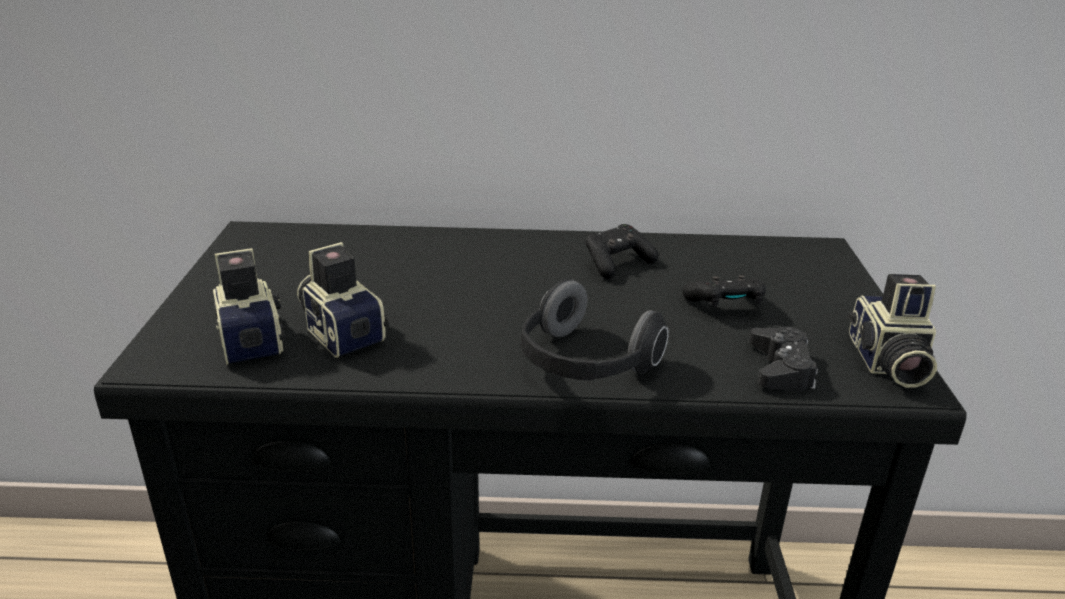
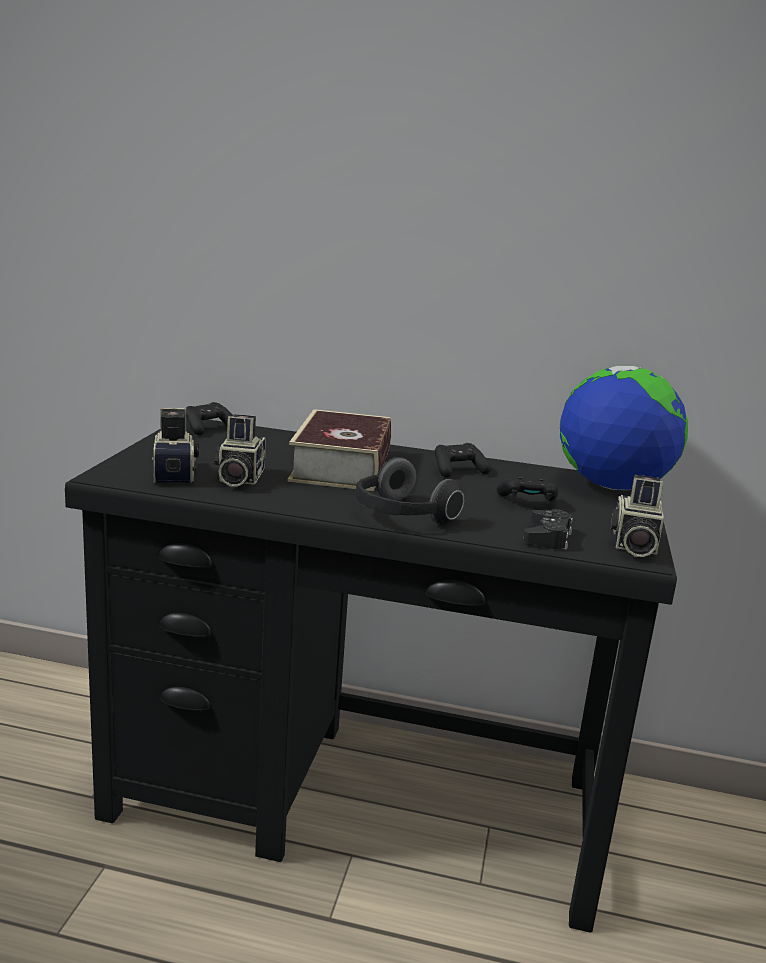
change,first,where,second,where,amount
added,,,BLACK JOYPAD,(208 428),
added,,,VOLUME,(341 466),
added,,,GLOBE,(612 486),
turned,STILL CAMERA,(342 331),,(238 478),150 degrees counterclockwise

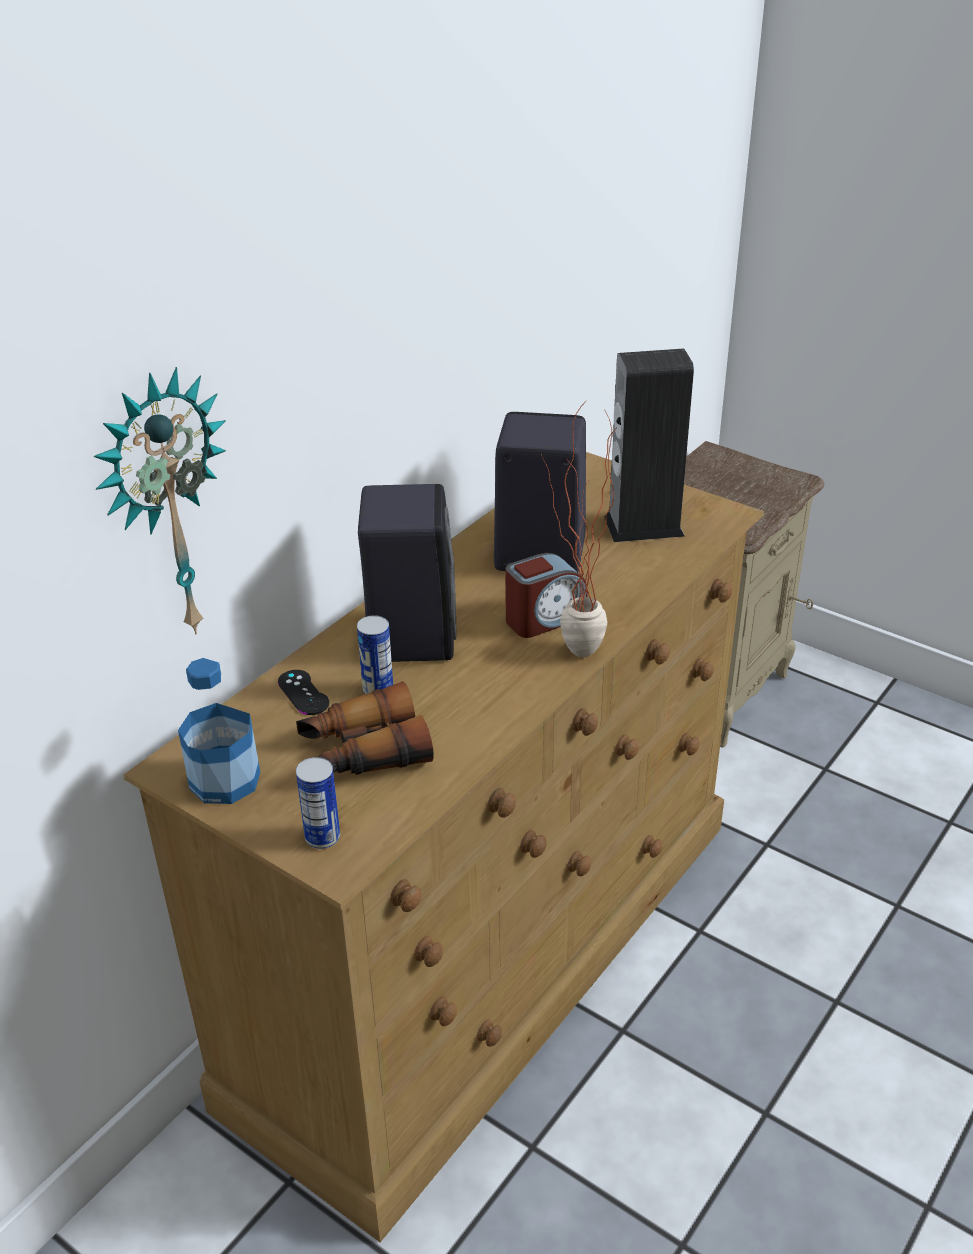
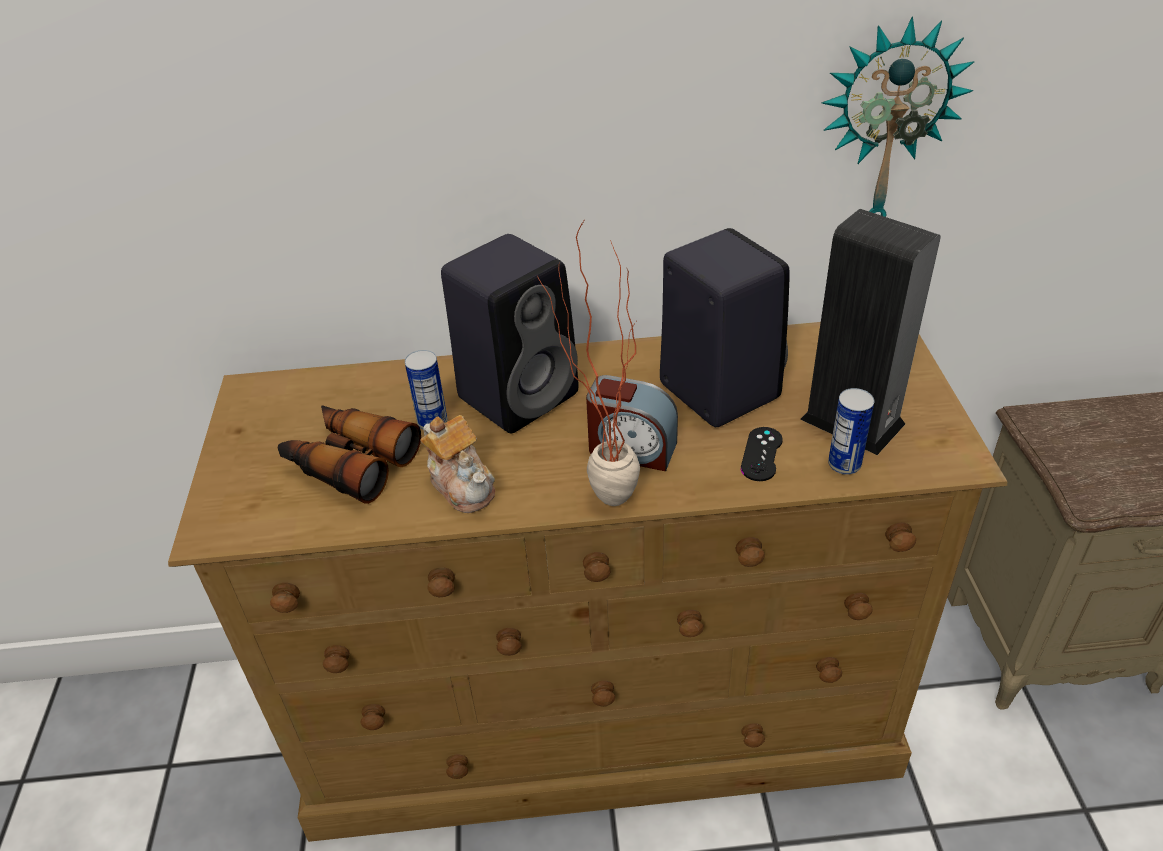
change,first,where,second,where,amount
removed,BOTTLE,(225 780),,,
added,,,TEAPOT,(462 484),
moved,CLOCK ON THE WALL,(165 508),,(883 149),
moved,BLACK JOYPAD,(303 693),,(761 454),
moved,METAL CAN,(322 837),,(844 464),

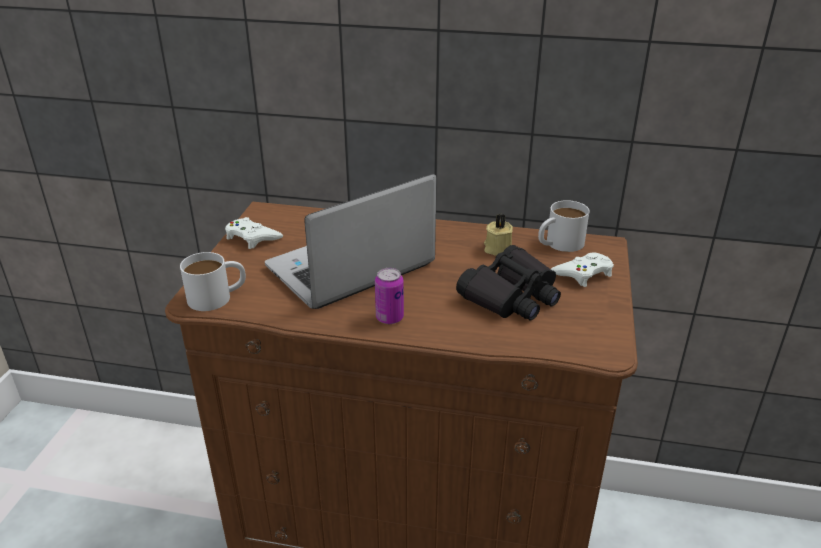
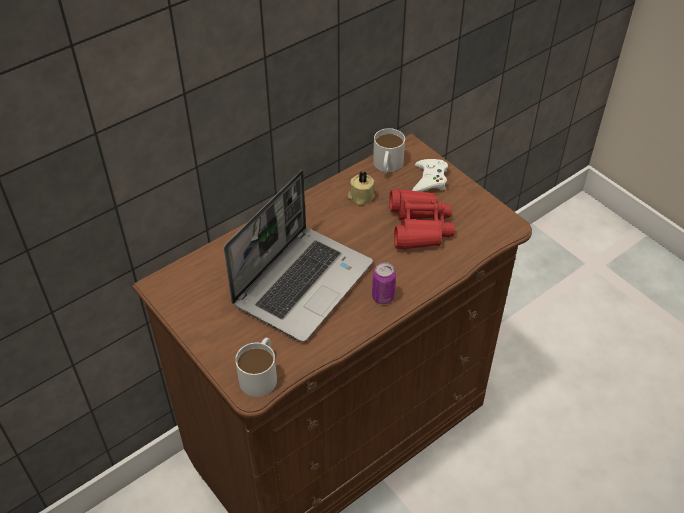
change,first,where,second,where,amount
removed,WHITE-COLOURED JOYPAD,(252 237),,,
recoloured,BLACK PAIR OF BINOCULARS,(511 296),RED PAIR OF BINOCULARS,(419 227),
turned,PORTABLE COMPUTER,(349 268),,(303 282),150 degrees counterclockwise

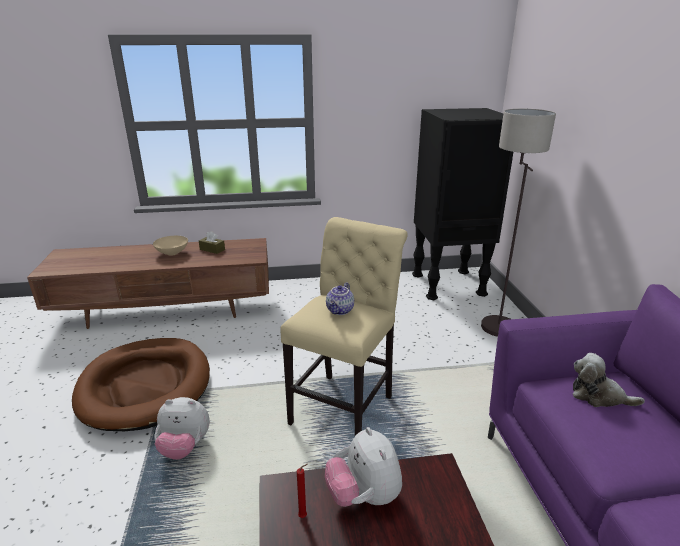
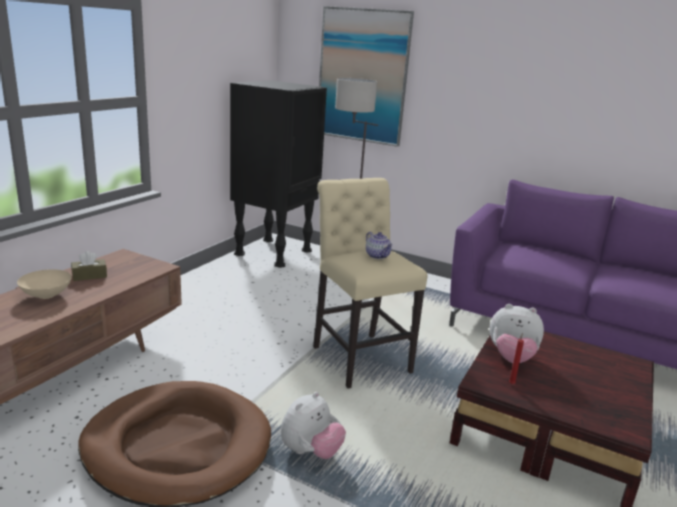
change,first,where,second,where,amount
removed,PLUSH TOY,(598 396),,,
added,,,PICTURE,(362 76),

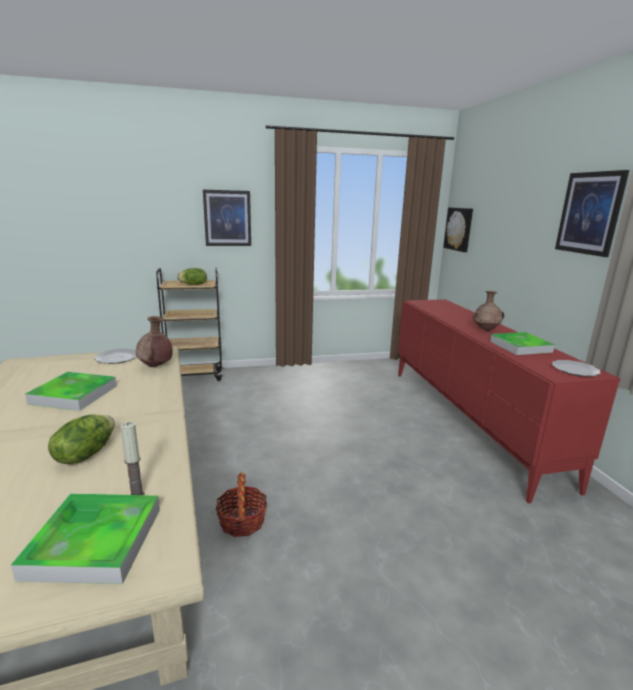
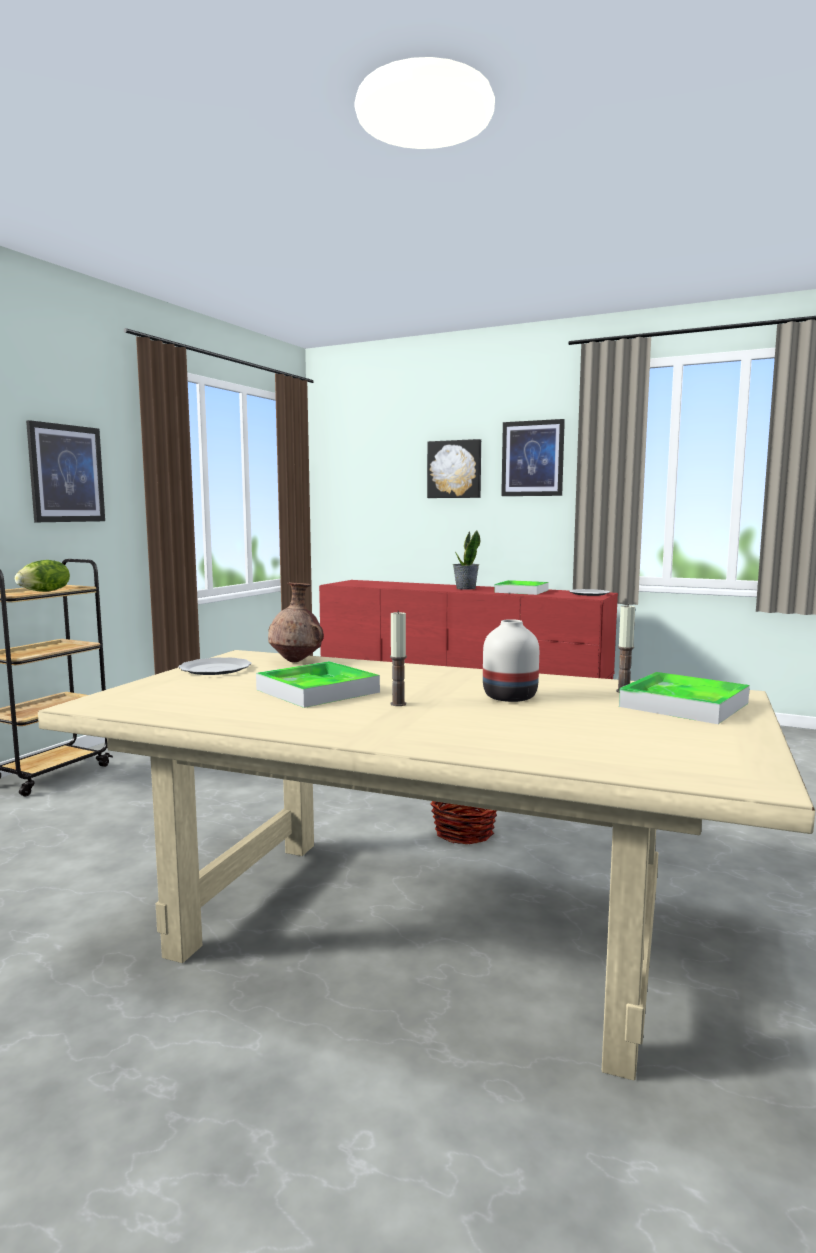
change,first,where,second,where,amount
added,,,WAX LIGHT,(398 704),
moved,PICTURE,(459 229),,(455 469),
replaced,LETTUCE,(85 454),WHITE-COLOURED VASE,(509 697),
replaced,BROWN VASE,(486 330),PLANT IN A POT,(465 588),

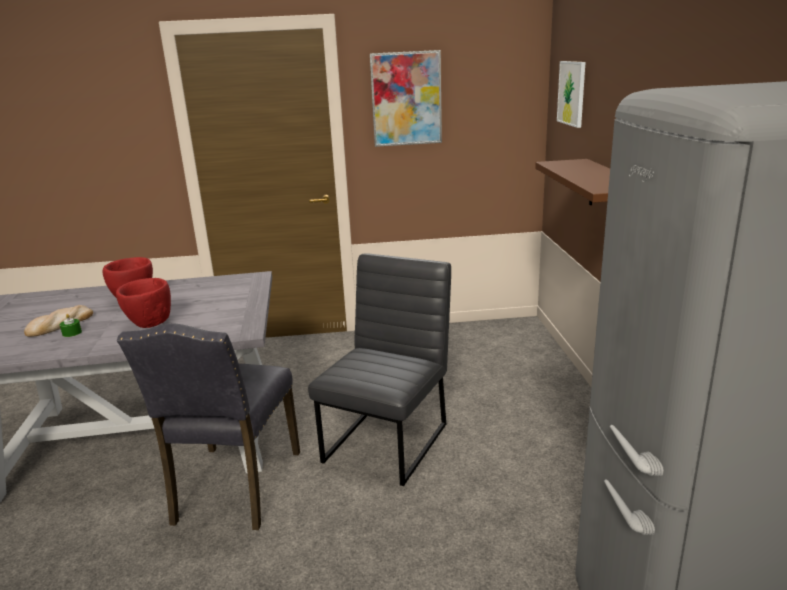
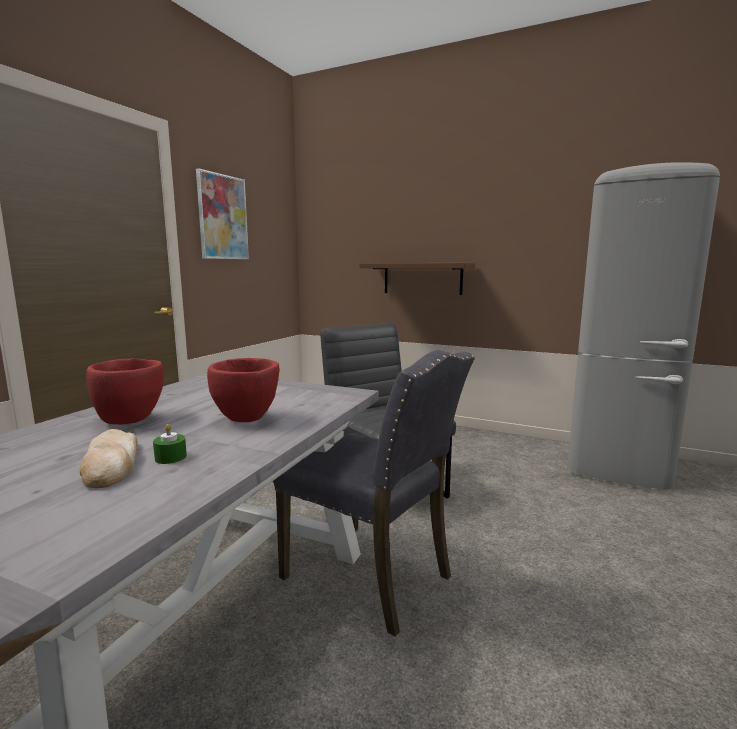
change,first,where,second,where,amount
removed,PICTURE,(572 93),,,

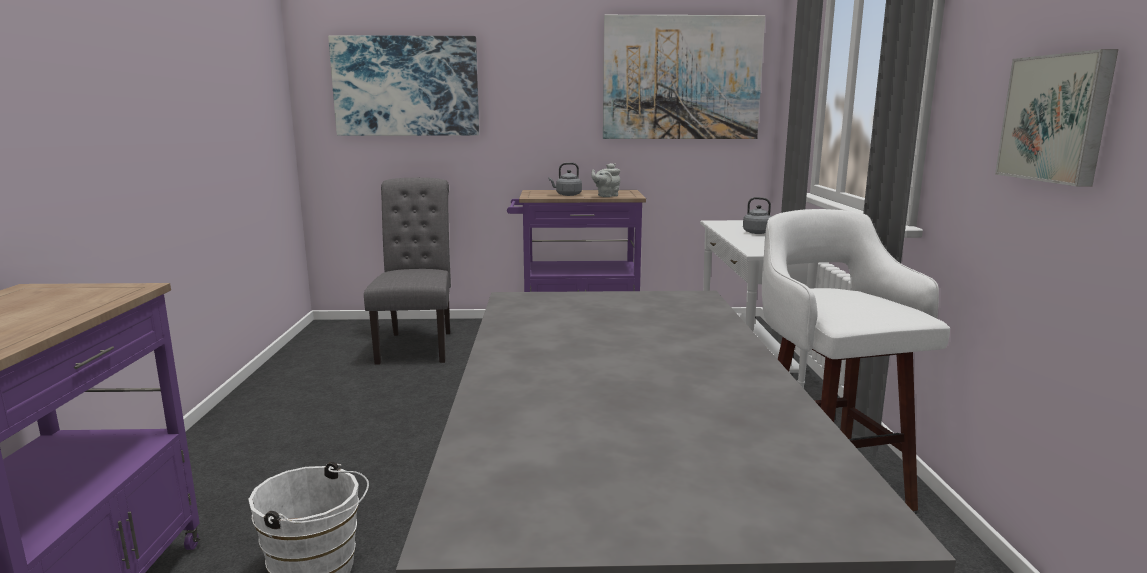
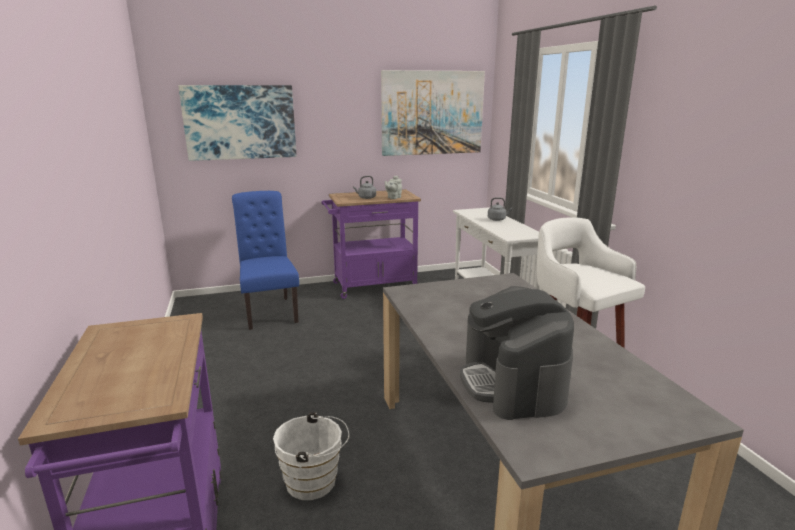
change,first,where,second,where,amount
removed,PICTURE,(1057 118),,,
added,,,COFFEE MAKER,(512 383),
recoloured,GREY CHAIR,(417 345),BLUISH CHAIR,(269 310),

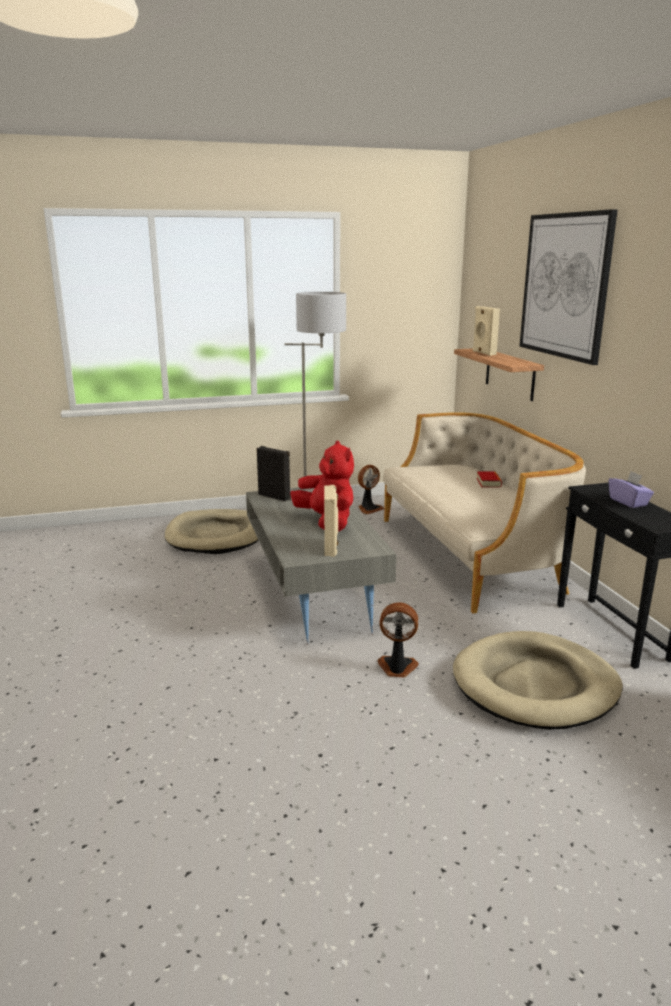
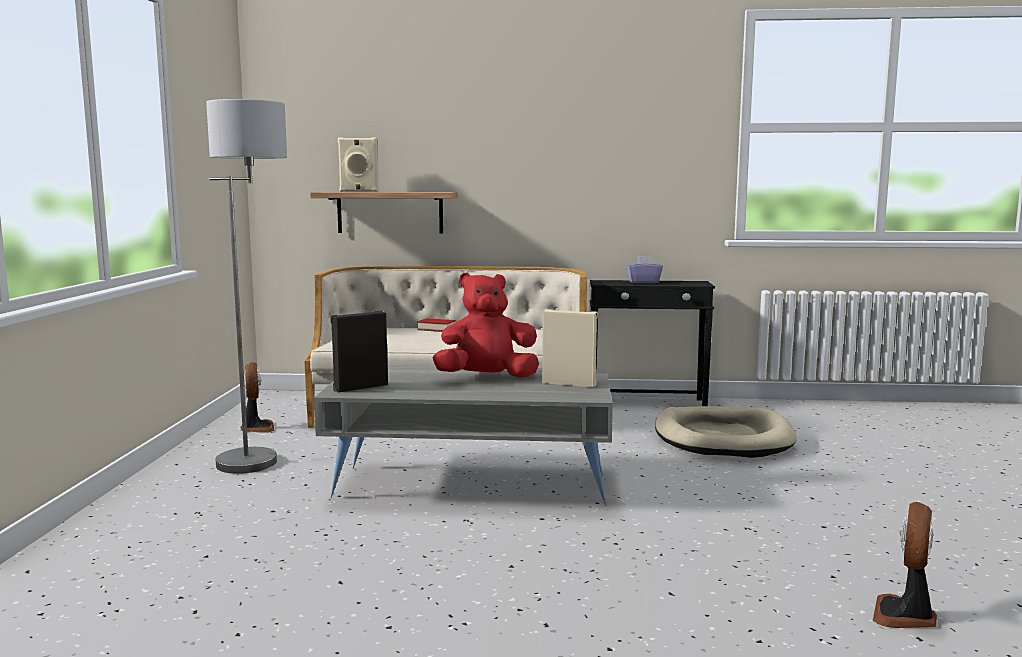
change,first,where,second,where,amount
removed,BEIGE-COLOURED PET BED,(216 536),,,
removed,PICTURE,(565 286),,,
moved,ELECTRIC FAN,(397 668),,(905 616),

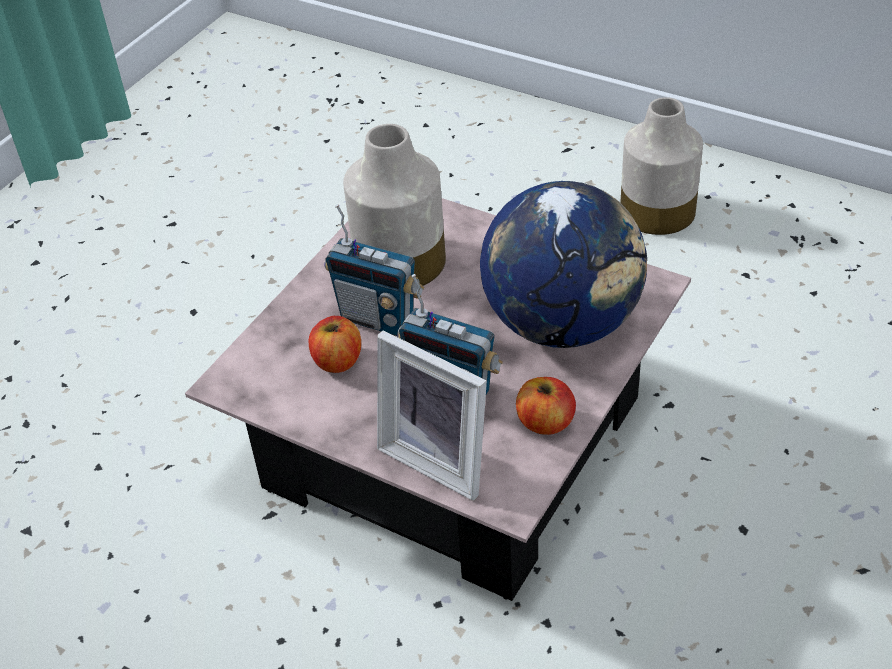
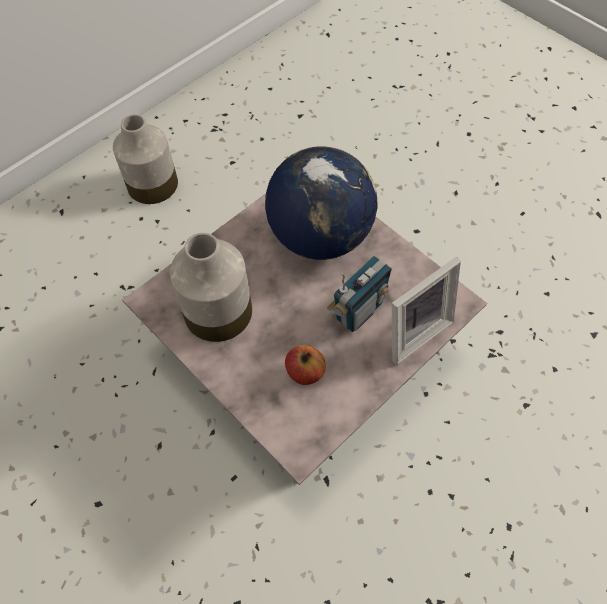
change,first,where,second,where,amount
removed,RADIO,(378 318),,,
removed,APPLE FRUIT,(545 422),,,

